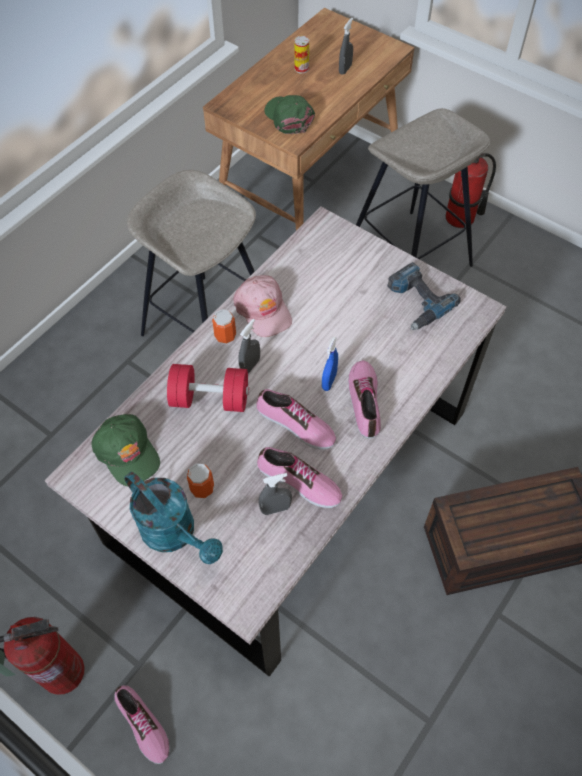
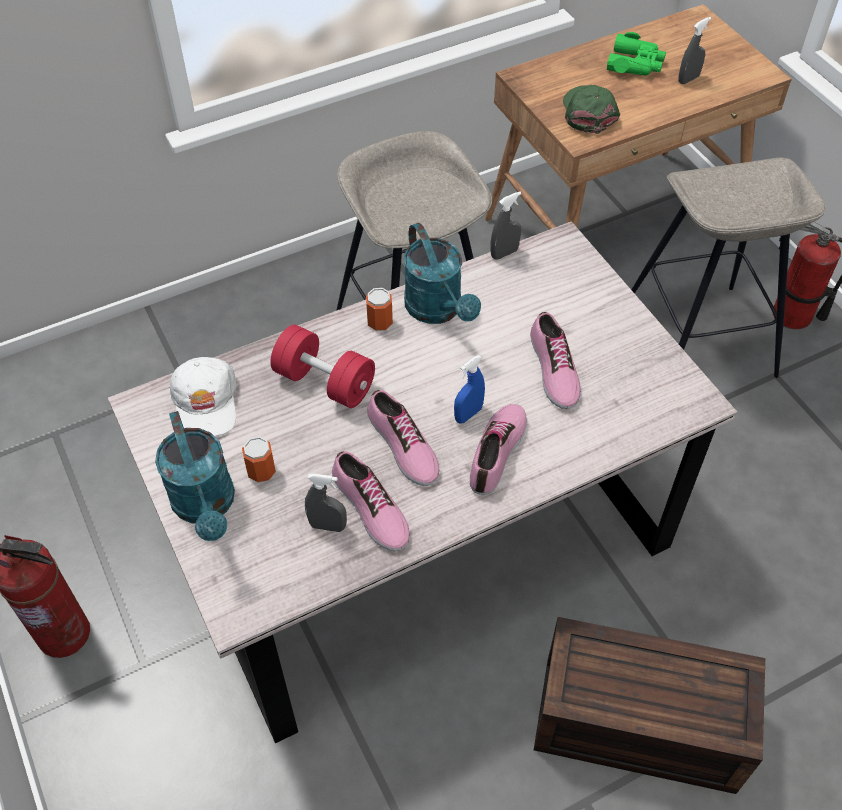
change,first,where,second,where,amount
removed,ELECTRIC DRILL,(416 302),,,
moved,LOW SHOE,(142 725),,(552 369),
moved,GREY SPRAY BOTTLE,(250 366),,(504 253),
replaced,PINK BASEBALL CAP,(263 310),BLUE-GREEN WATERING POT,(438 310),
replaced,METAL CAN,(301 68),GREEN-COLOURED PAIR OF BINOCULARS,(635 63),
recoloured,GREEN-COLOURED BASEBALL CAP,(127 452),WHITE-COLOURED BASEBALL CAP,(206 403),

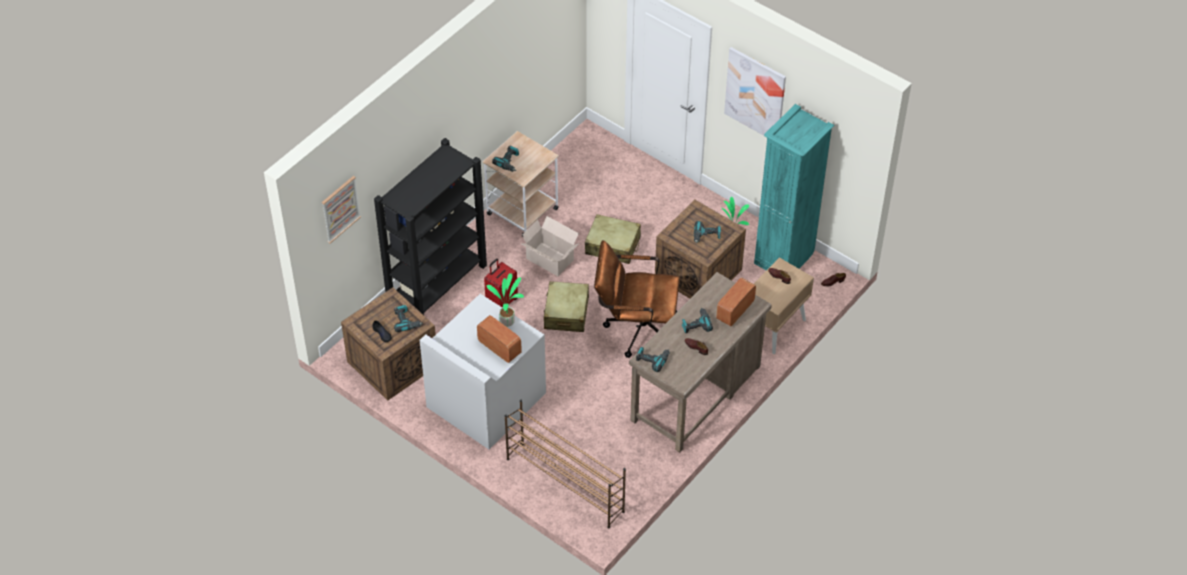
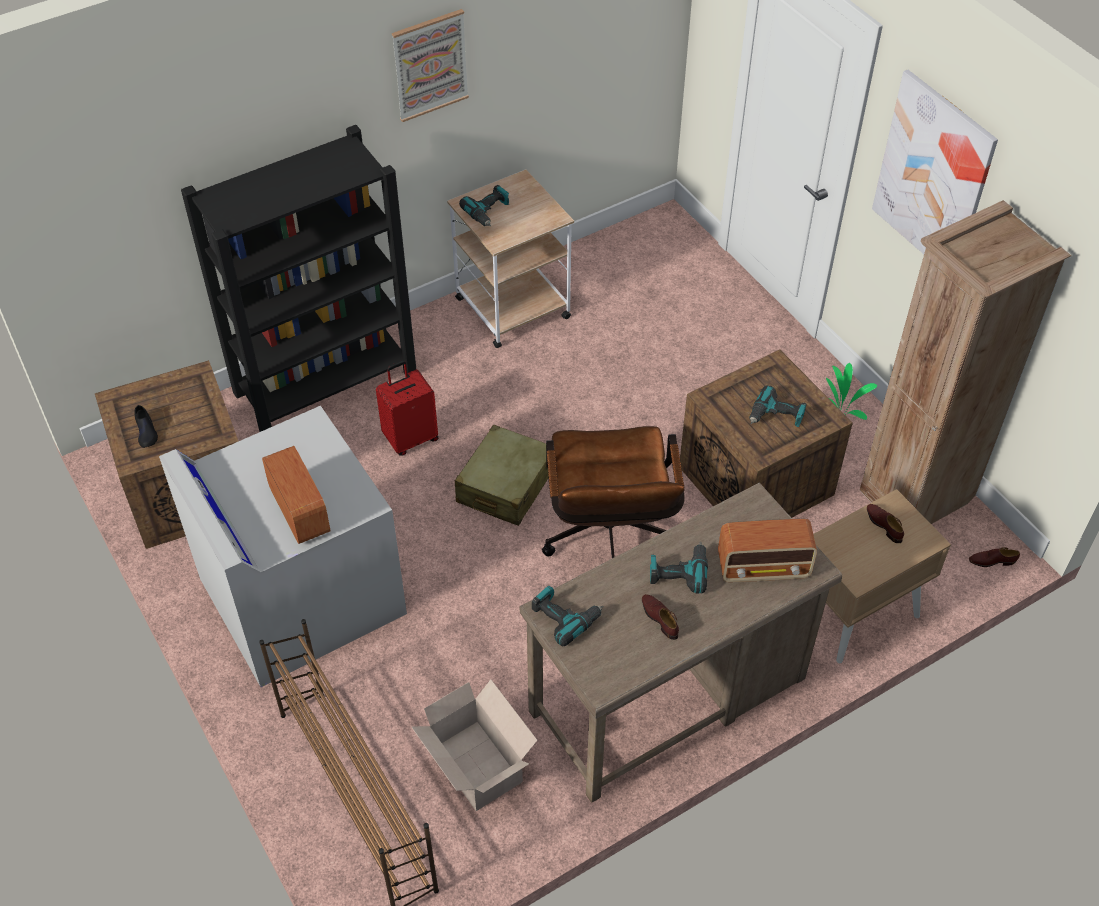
change,first,where,second,where,amount
removed,ELECTRIC DRILL,(406 321),,,
removed,PLANT IN A POT,(508 320),,,
removed,BEIGE-COLOURED TRAVEL CASE,(613 245),,,
moved,PICTURE,(340 209),,(430 65),
moved,PACKING BOX,(550 260),,(477 768),
recoloured,BLUE-GREEN CABINET,(784 259),BROWN CABINET,(915 496),
turned,BROWN OFFICE CHAIR,(635 328),,(609 545),120 degrees counterclockwise
turned,RADIO,(734 311),,(764 568),150 degrees counterclockwise

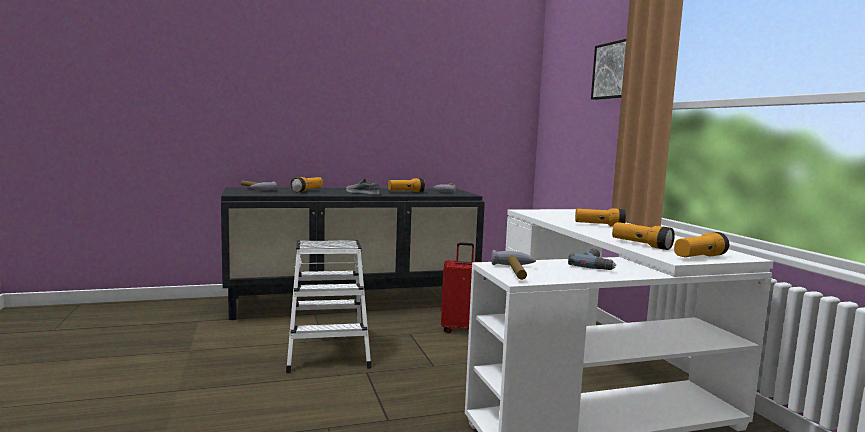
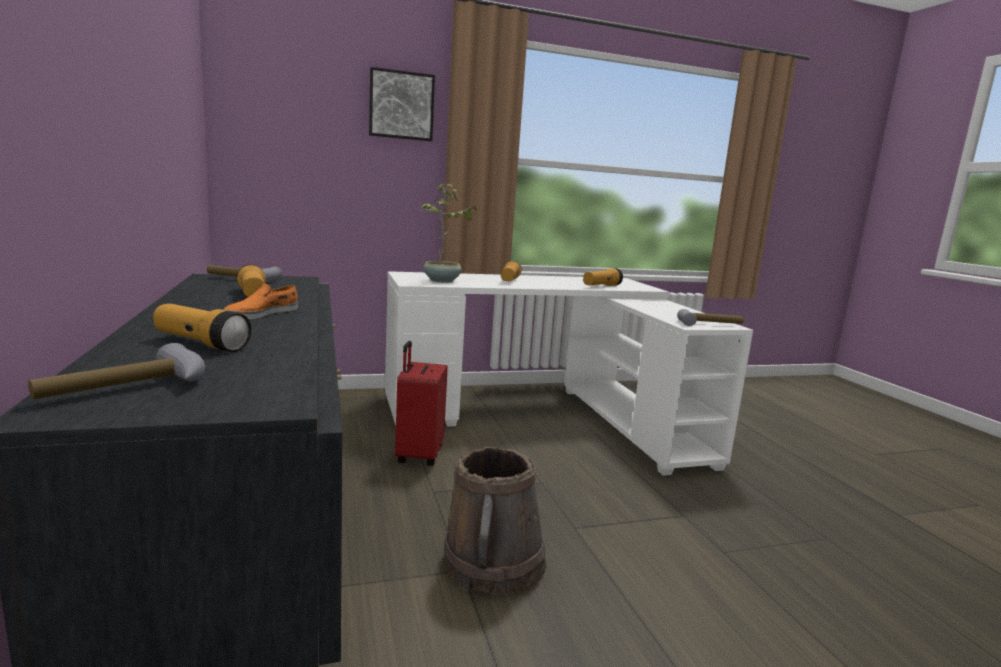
change,first,where,second,where,amount
removed,ELECTRIC DRILL,(596 265),,,
removed,HAND TORCH,(699 257),,,
added,,,PLANT IN A POT,(442 281),
replaced,WHITE-COLOURED STEP LADDER,(327 347),BROWN PAIL,(493 563),
recoloured,GREY LOW SHOE,(362 193),ORANGE LOW SHOE,(261 314),

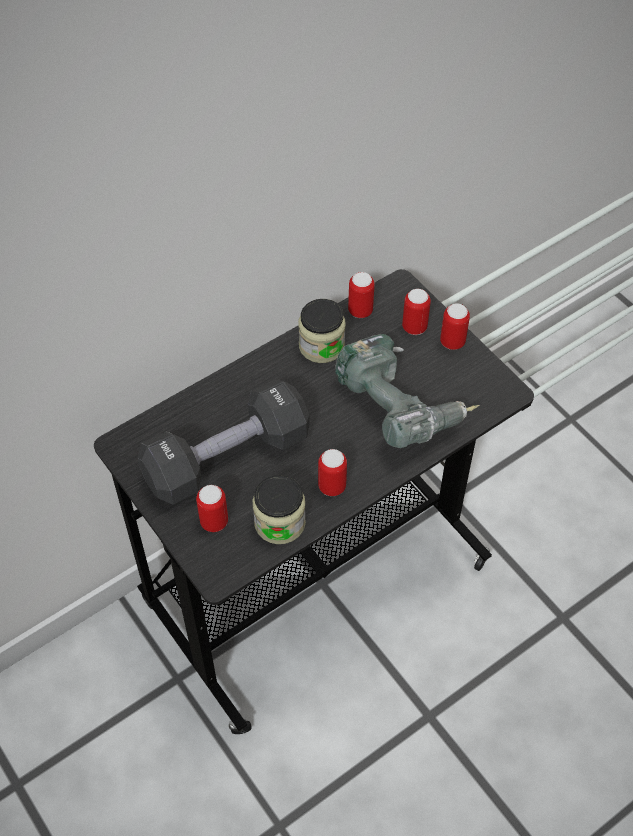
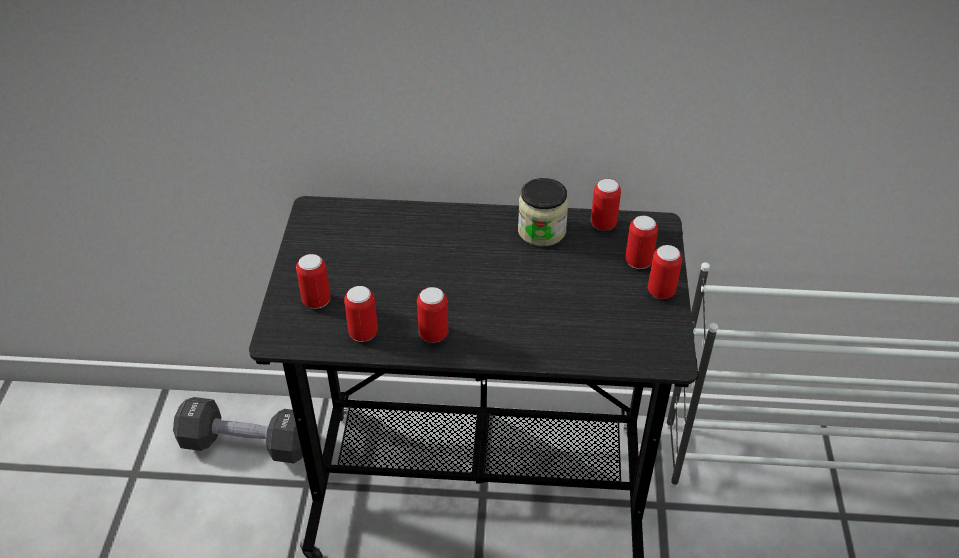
change,first,where,second,where,amount
removed,ELECTRIC DRILL,(401 406),,,
moved,BLACK DUMBBELL,(227 457),,(247 444),
replaced,JAR,(280 522),METAL CAN,(363 333),

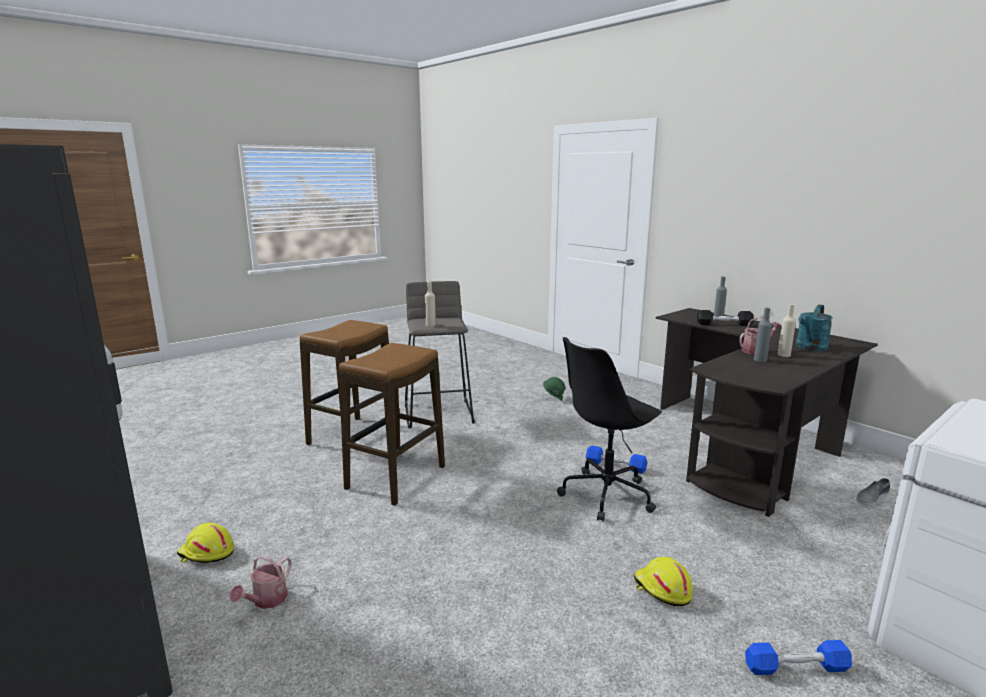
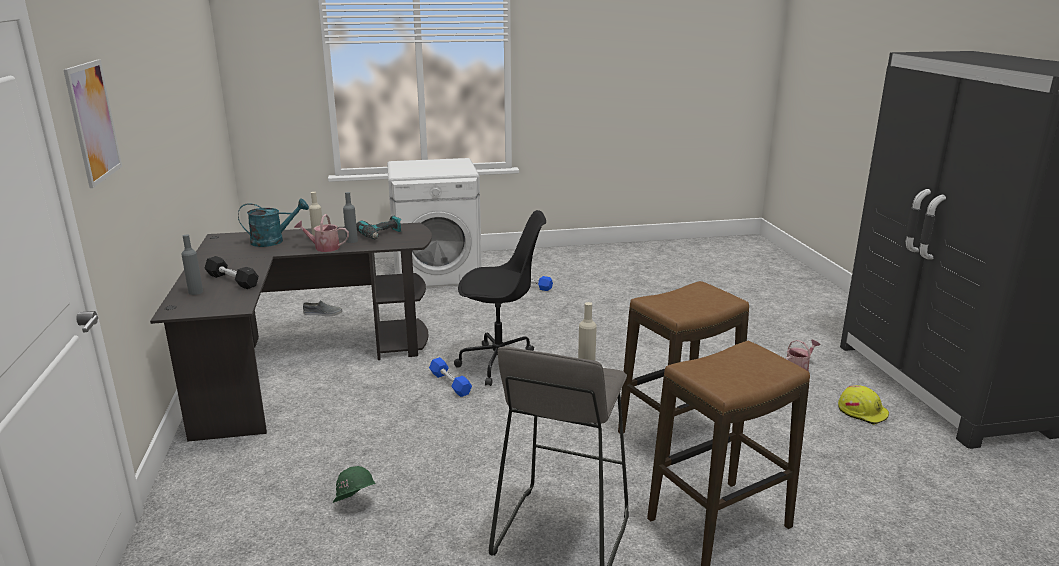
change,first,where,second,where,amount
removed,YELLOWISH HARD HAT,(662 589),,,
added,,,PICTURE,(93 122),
added,,,ELECTRIC DRILL,(381 235),

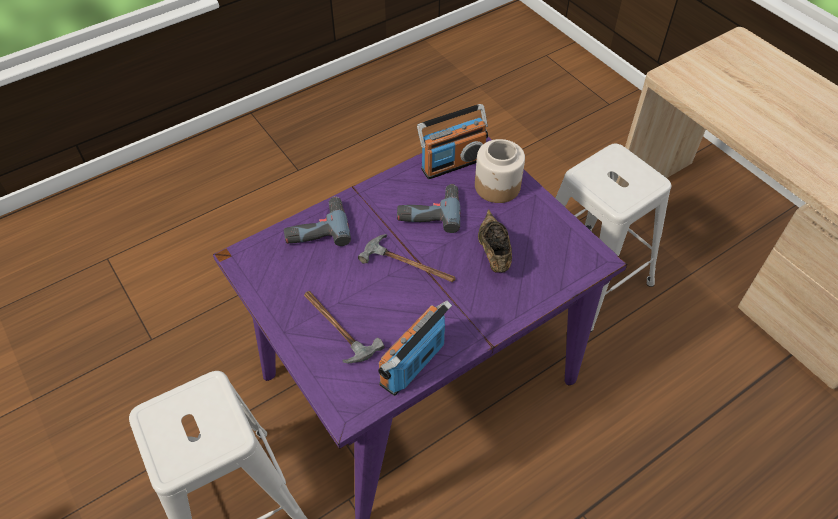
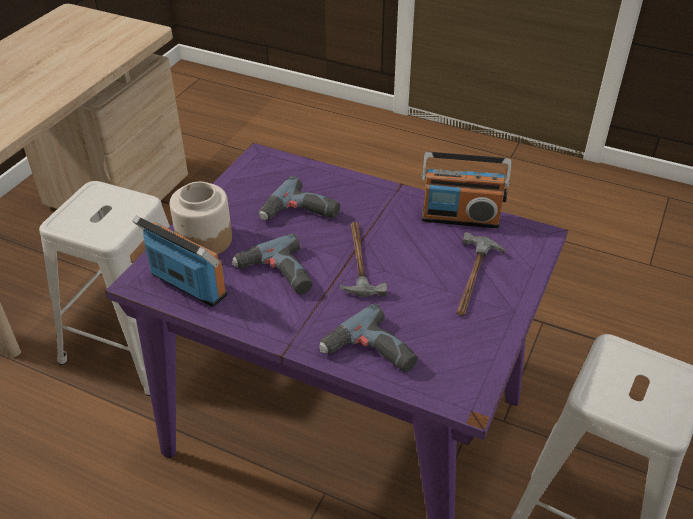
change,first,where,second,where,amount
replaced,BROWN LOW SHOE,(493 253),ELECTRIC DRILL,(300 214),

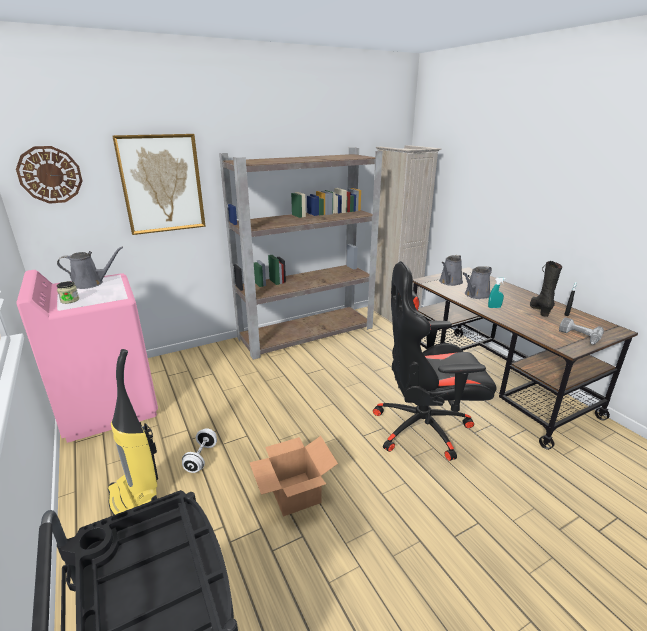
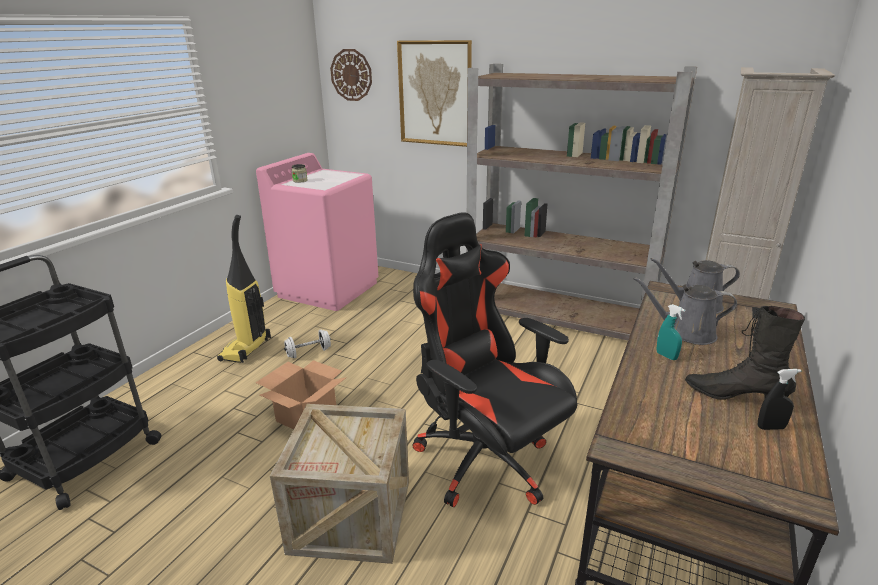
change,first,where,second,where,amount
removed,GREY WATERING POT,(91 283),,,
removed,ELECTRIC DRILL,(578 336),,,
added,,,SHIPPING CRATE,(351 515),
turned,BLACK BOOT,(539 310),,(733 397),120 degrees counterclockwise

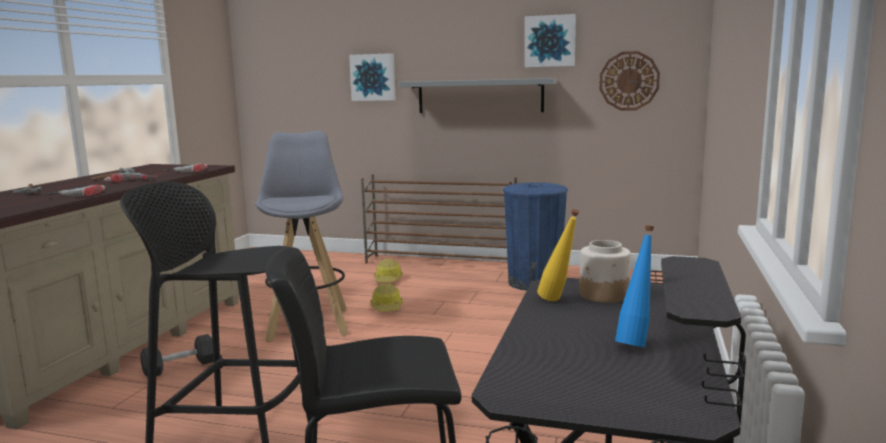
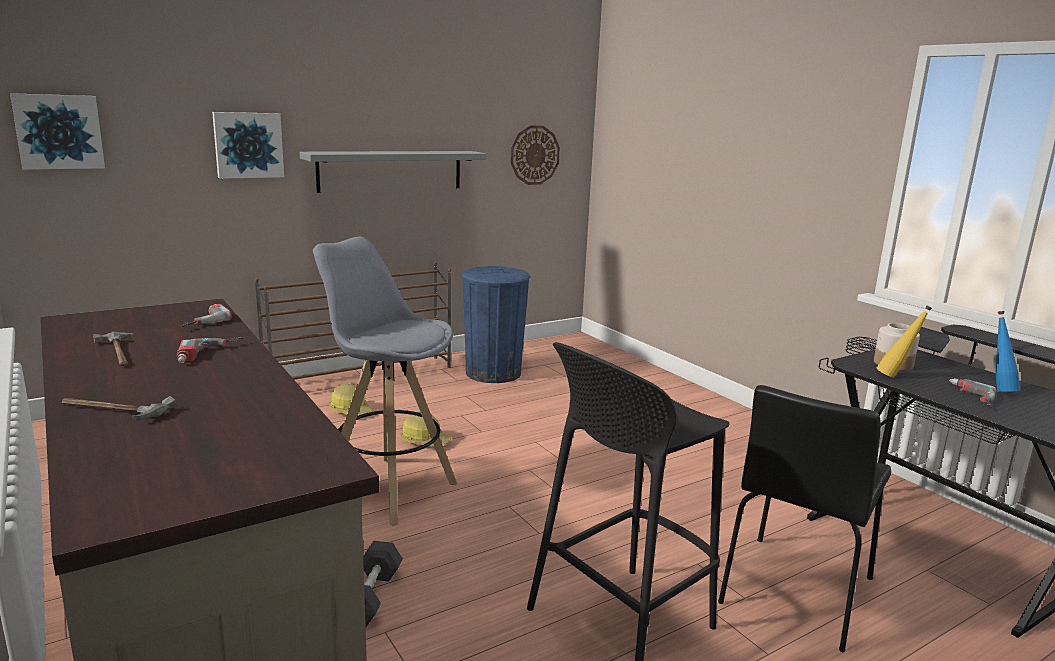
change,first,where,second,where,amount
moved,ELECTRIC DRILL,(77 194),,(968 397),
moved,PICTURE,(550 41),,(59 131),

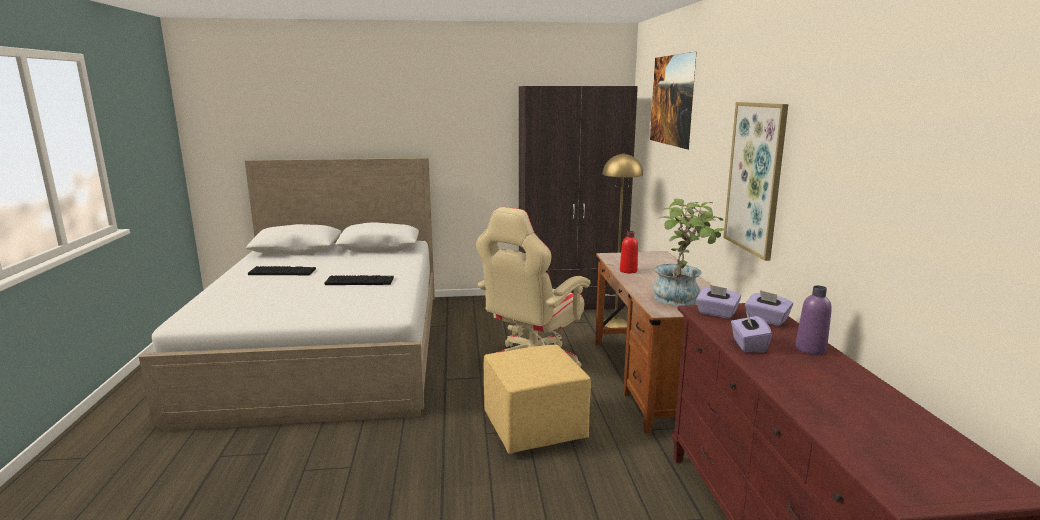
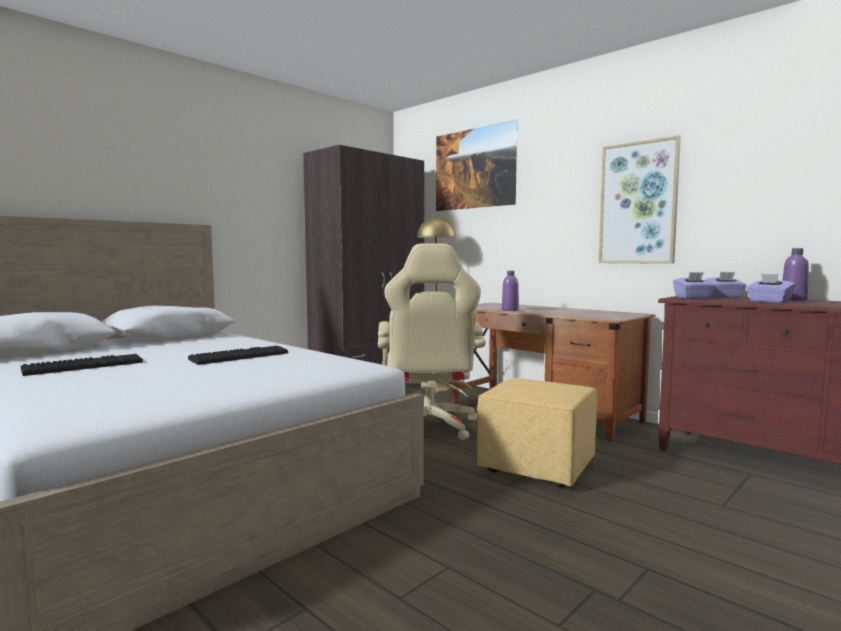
change,first,where,second,where,amount
removed,PLANT IN A POT,(682 299),,,
recoloured,RED BOTTLE,(628 271),PURPLE BOTTLE,(510 310),

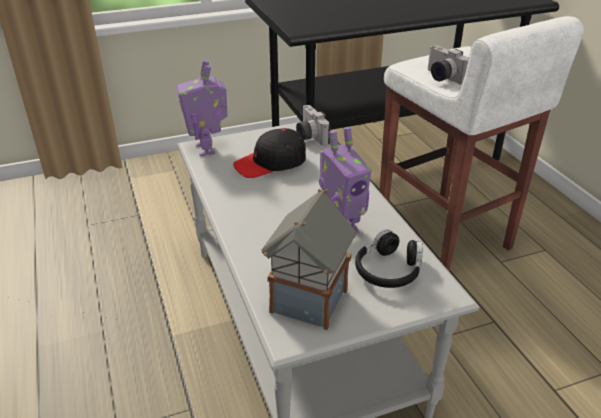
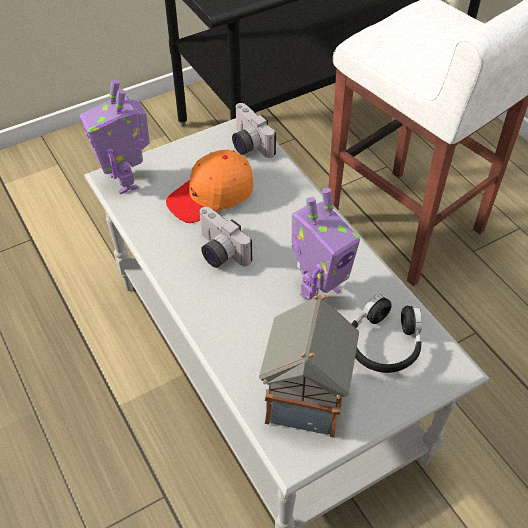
change,first,where,second,where,amount
moved,STILL CAMERA,(441 78),,(218 252),
recoloured,BLACK BASEBALL CAP,(271 163),ORANGE BASEBALL CAP,(211 195),

